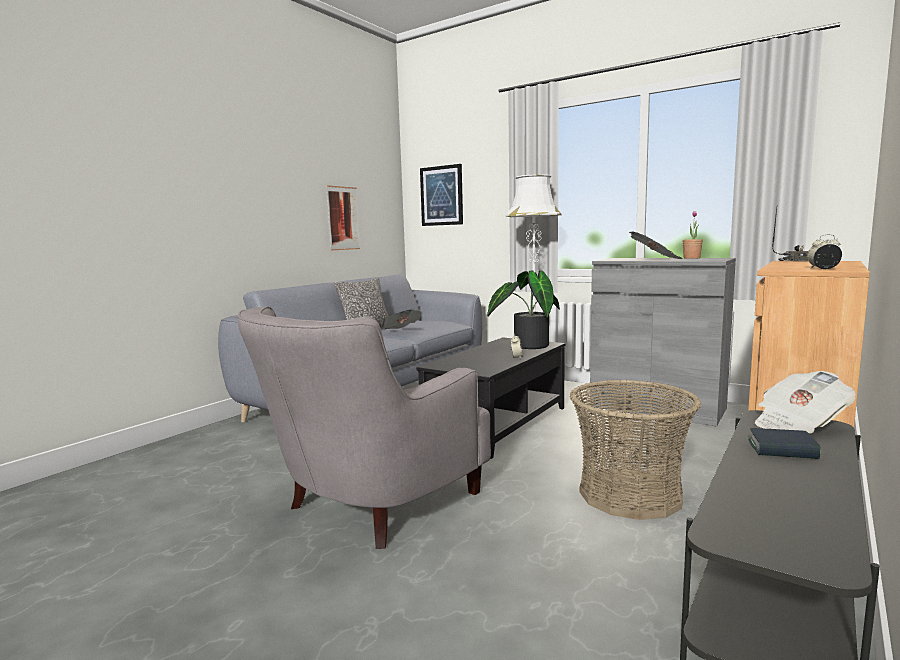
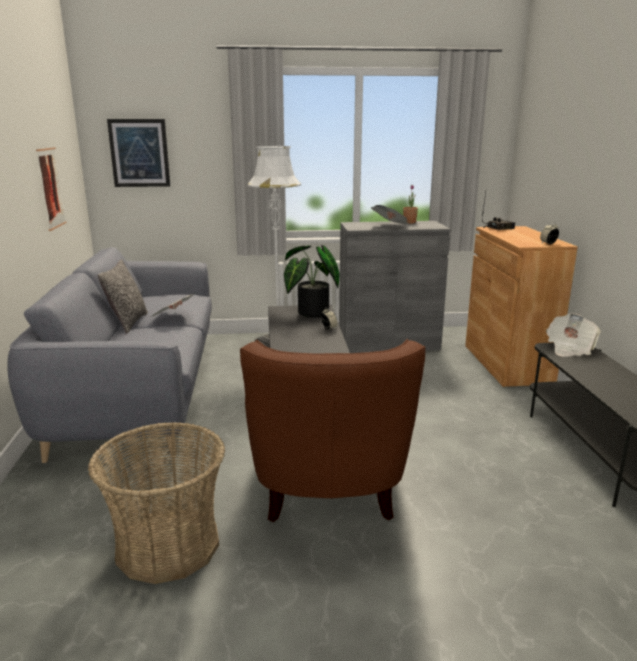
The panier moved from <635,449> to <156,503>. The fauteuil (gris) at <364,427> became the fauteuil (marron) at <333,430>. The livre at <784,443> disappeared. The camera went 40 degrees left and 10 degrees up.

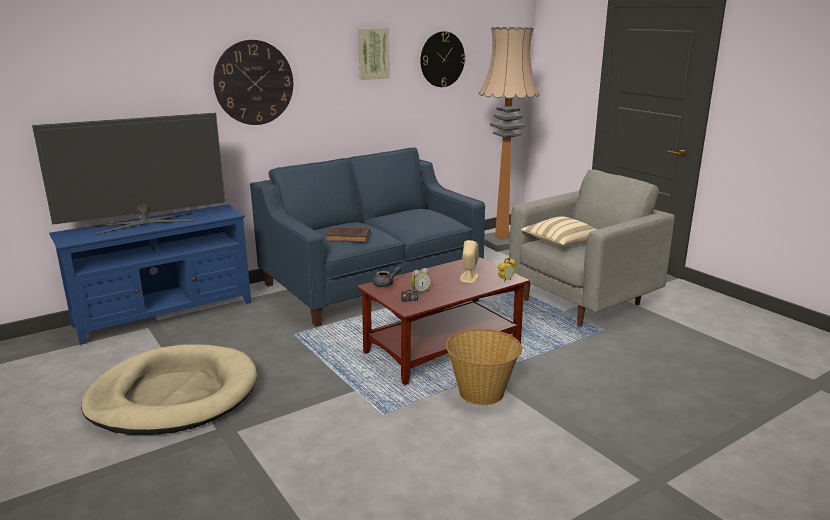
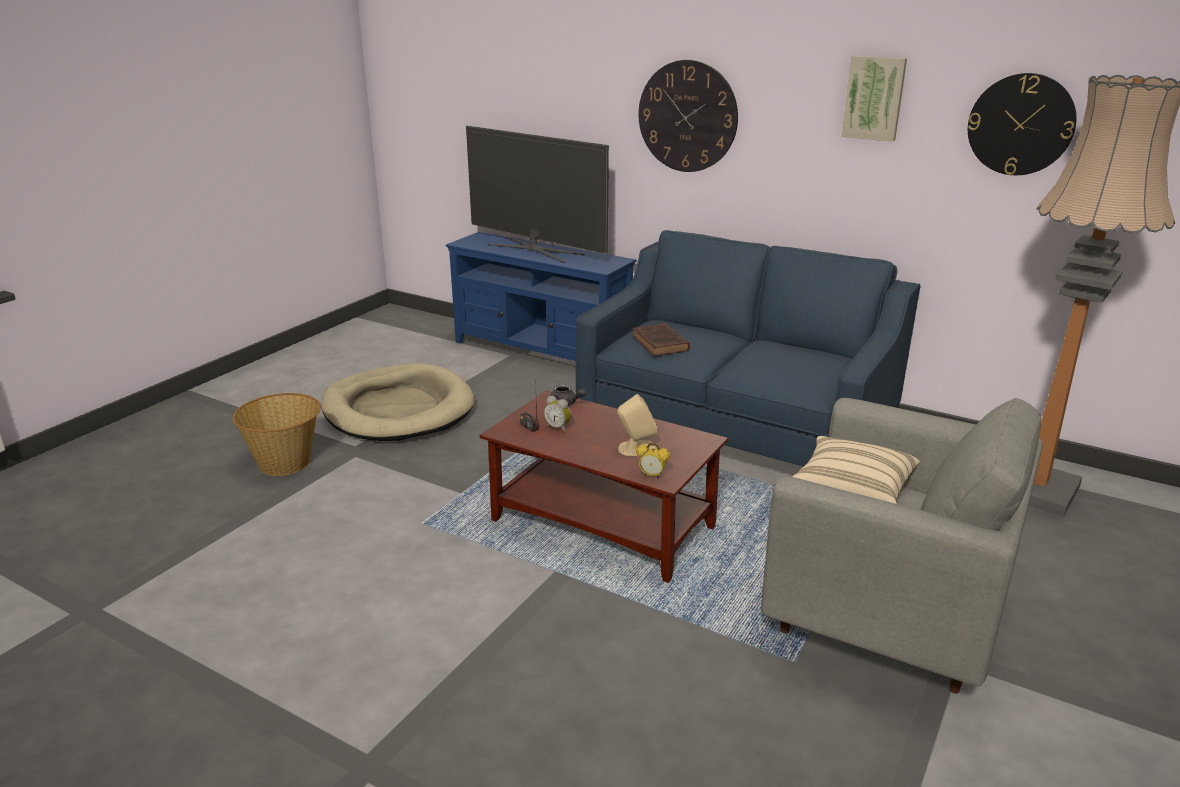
The panier moved from <484,367> to <276,434>. The camera went 65 degrees right and 5 degrees up.

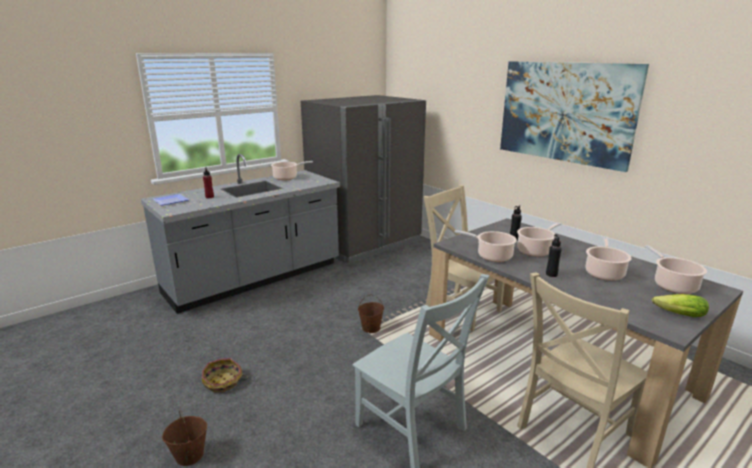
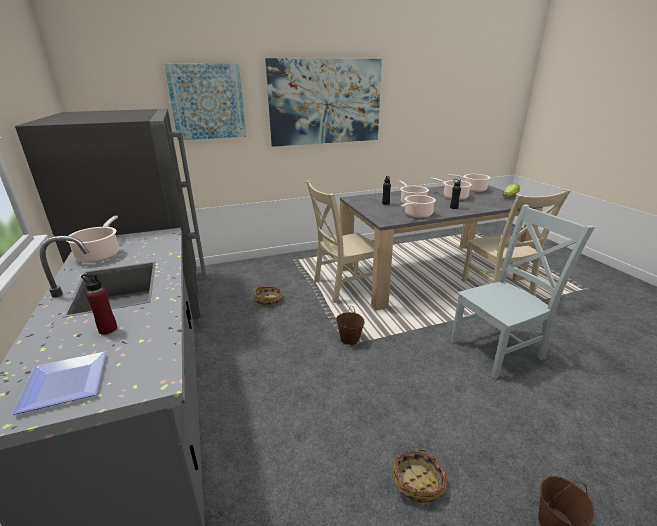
The tableau at <205,102> appeared. The panier at <268,296> appeared. The camera went 70 degrees left and 5 degrees up.

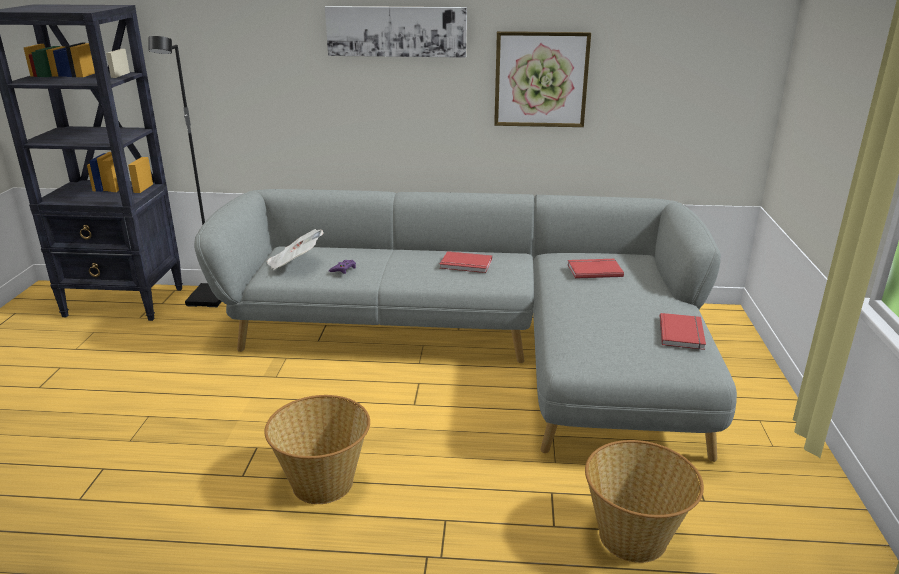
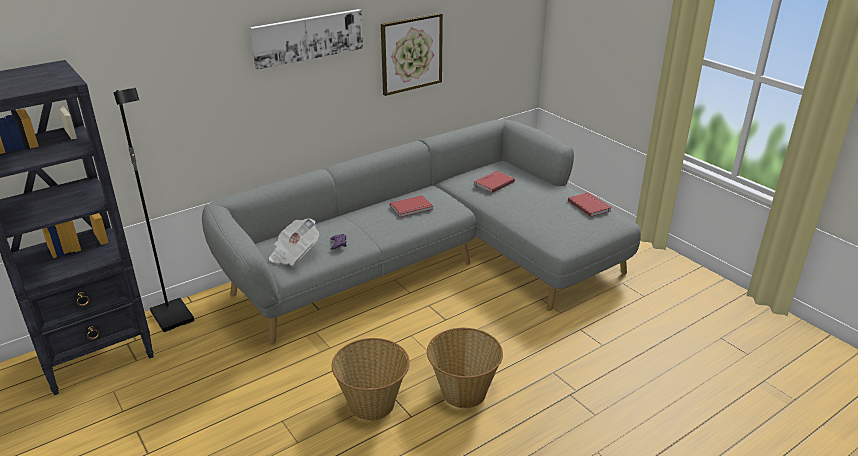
The panier moved from <644,501> to <371,379>. The camera went 40 degrees left and 5 degrees up.

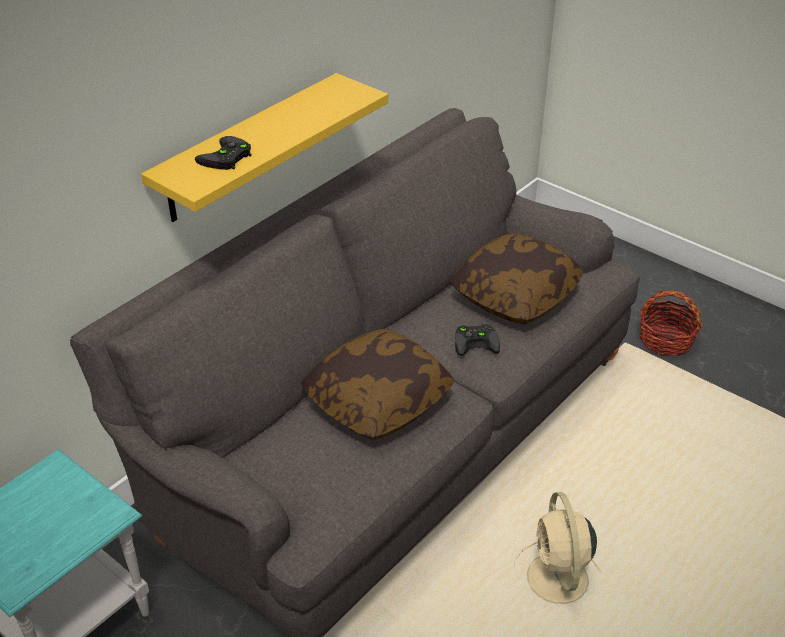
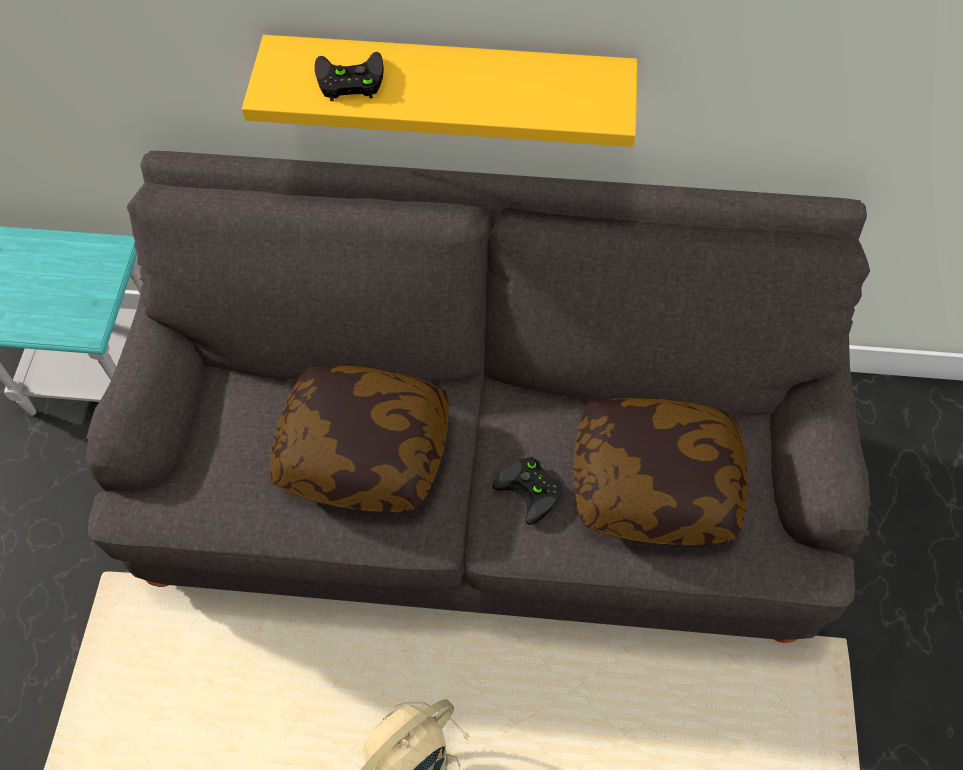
The panier at <671,323> disappeared. The camera went 55 degrees right and 20 degrees up.

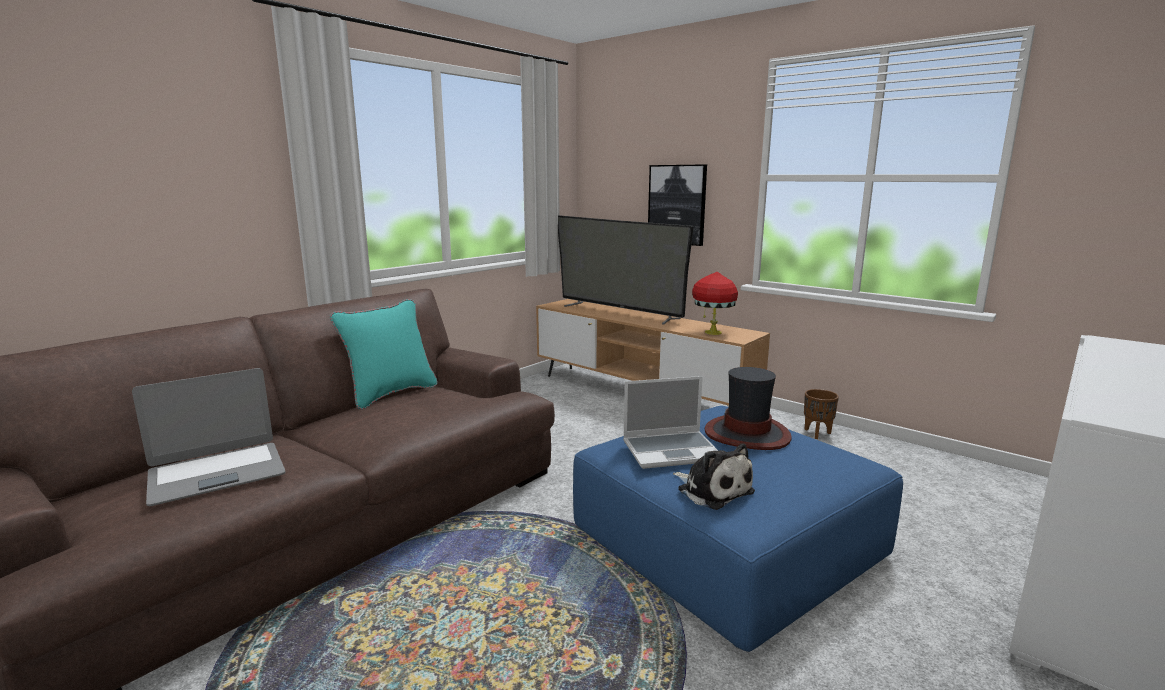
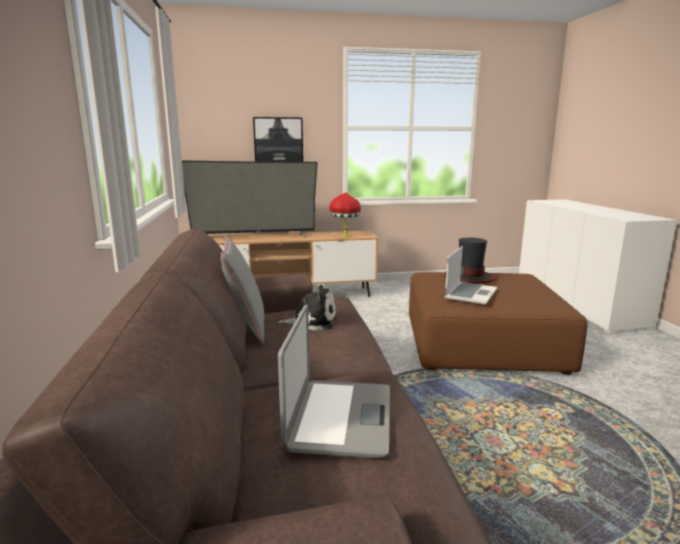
The coussin (turquoise) at <383,354> became the coussin (gris) at <242,290>. The peluche moved from <714,476> to <307,308>. The pouf (bleu) at <738,529> became the pouf (marron) at <498,323>. The cache-pot (marron) at <821,414> disappeared. The camera went 50 degrees left and 0 degrees up.

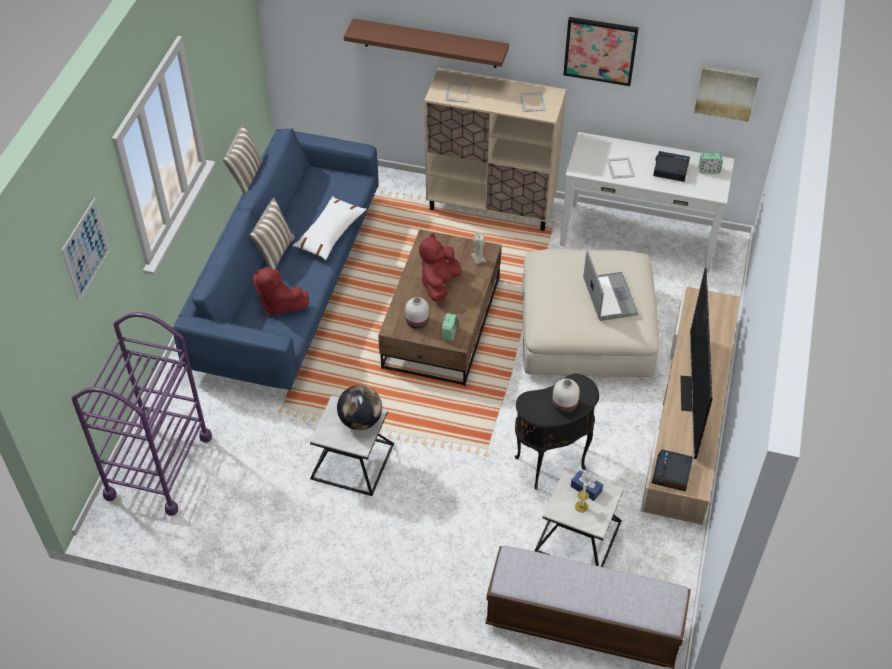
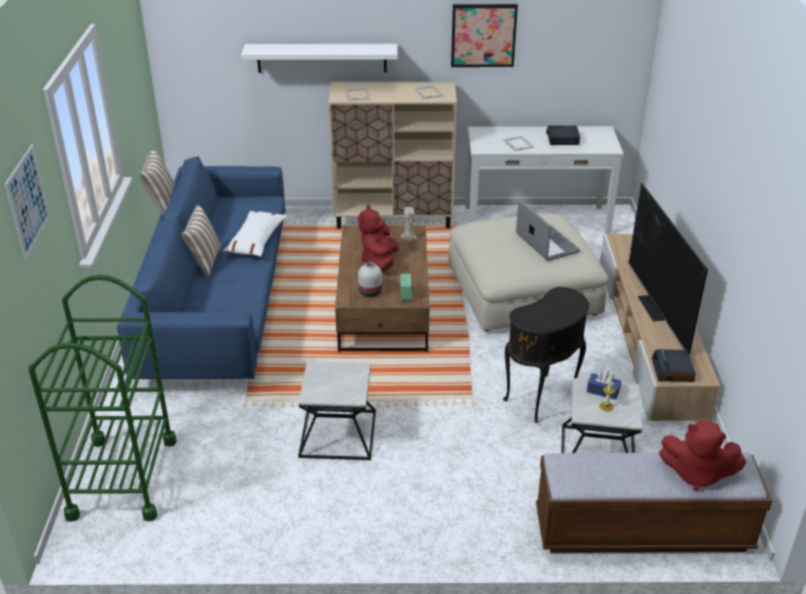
The chariot (violet) at <142,414> became the chariot (vert) at <103,398>. The étagère (marron) at <426,43> became the étagère (blanc) at <319,58>. The peluche (rouge) moved from <280,291> to <702,456>. The globe at <359,407> disappeared. The vase (blanc) at <566,396> disappeared. The tableau at <726,94> disappeared. The réveil at <711,163> disappeared. The camera went 15 degrees left and 15 degrees down.

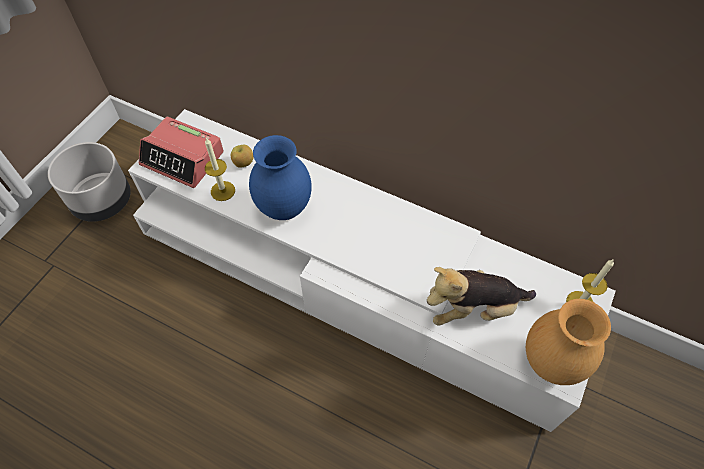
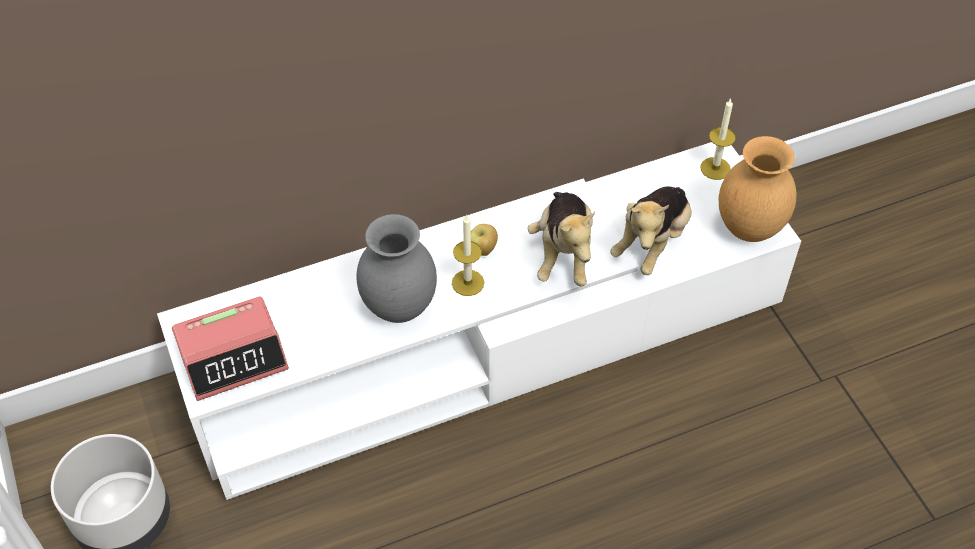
The vase (bleu) at <280,177> became the vase (gris) at <396,268>. The bougie moved from <220,169> to <468,255>. The pomme moved from <242,156> to <484,240>. The peluche at <561,239> appeared. The camera went 50 degrees left and 5 degrees down.

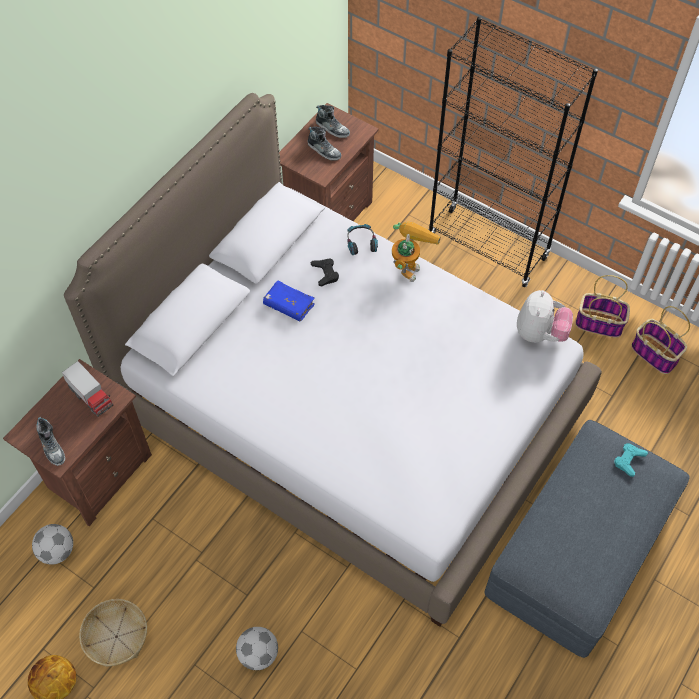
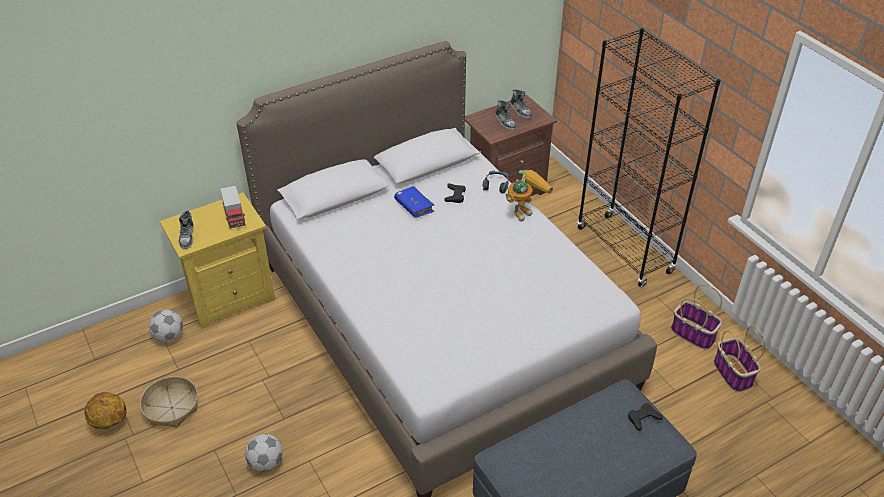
The table de chevet (marron) at <77,442> became the table de chevet (jaune) at <217,260>. The manette (turquoise) at <631,460> became the manette (noir) at <645,417>. The peluche at <545,316> disappeared. The camera went 25 degrees right and 15 degrees down.

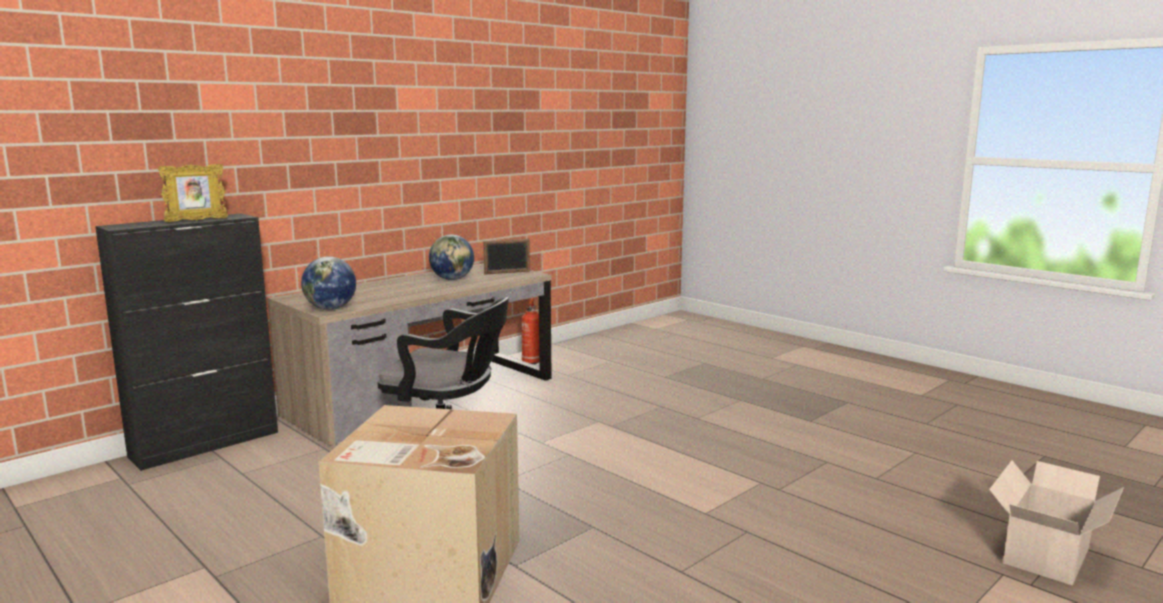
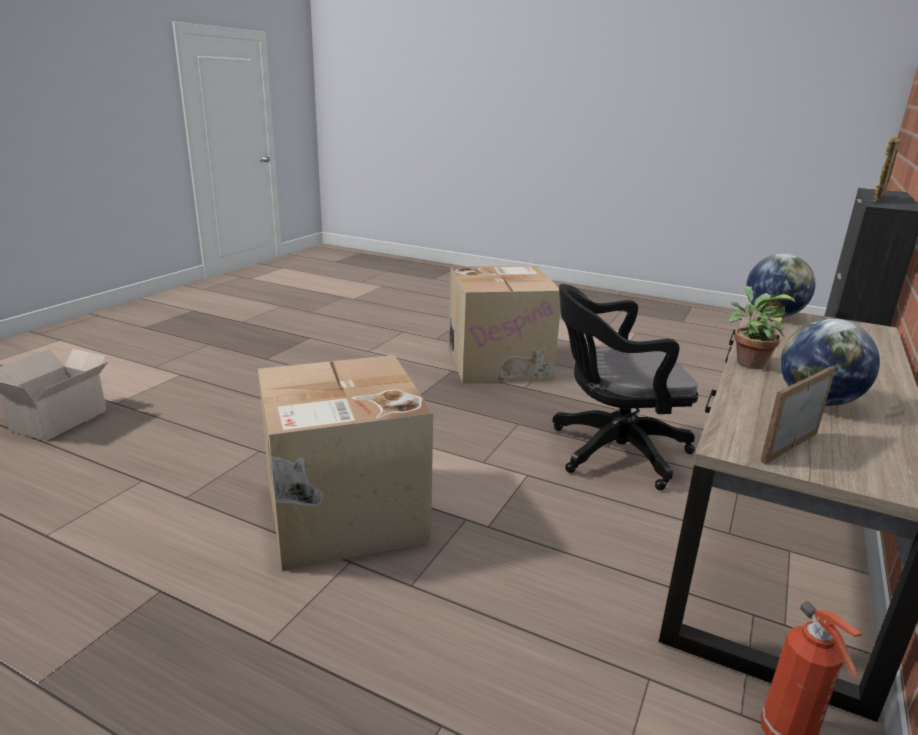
The carton at <345,463> appeared. The plante en pot at <761,327> appeared. The camera went 160 degrees right and 10 degrees up.

